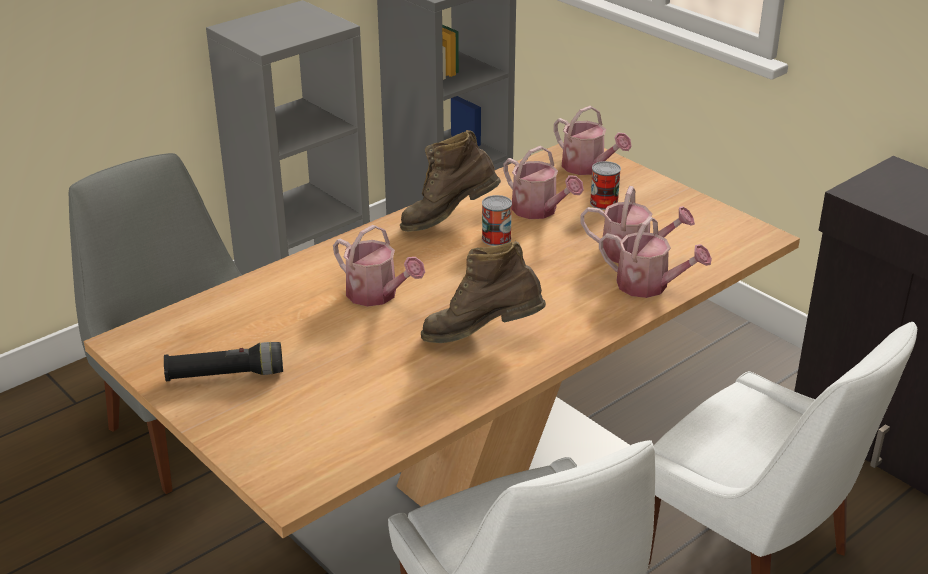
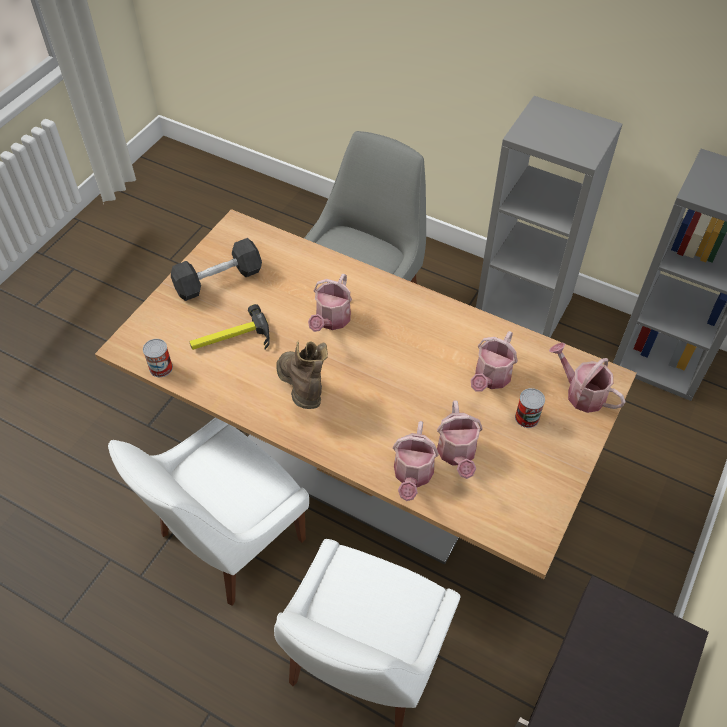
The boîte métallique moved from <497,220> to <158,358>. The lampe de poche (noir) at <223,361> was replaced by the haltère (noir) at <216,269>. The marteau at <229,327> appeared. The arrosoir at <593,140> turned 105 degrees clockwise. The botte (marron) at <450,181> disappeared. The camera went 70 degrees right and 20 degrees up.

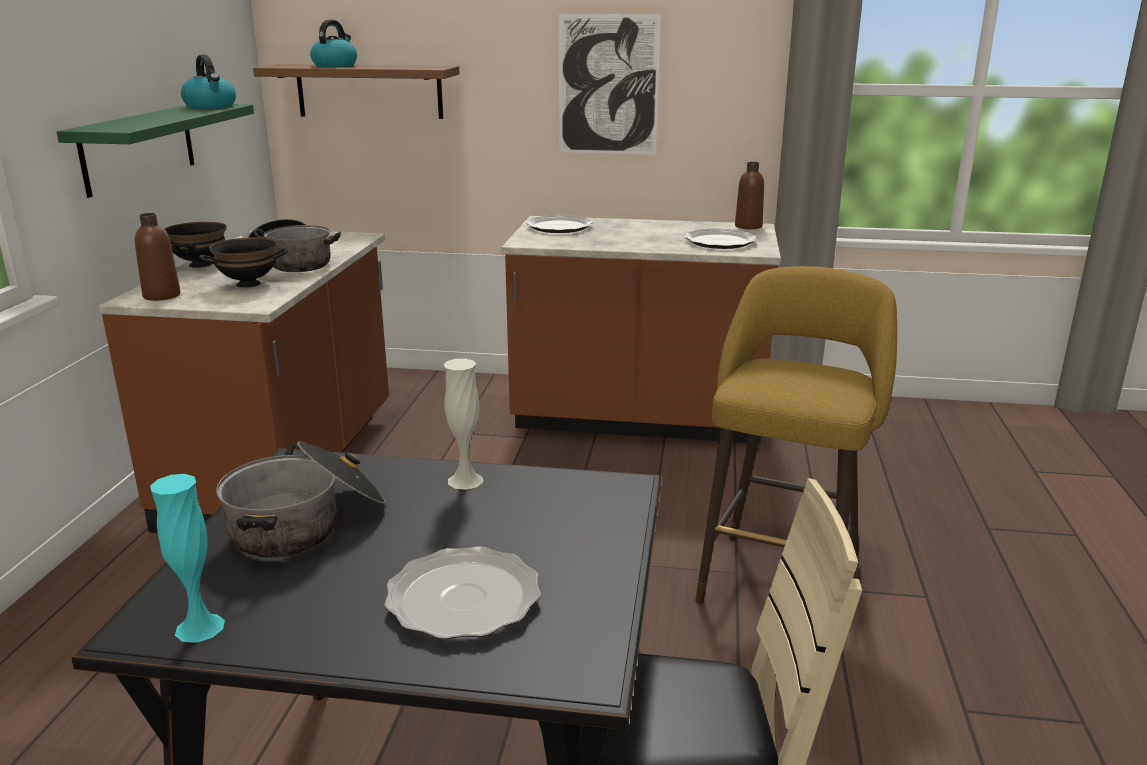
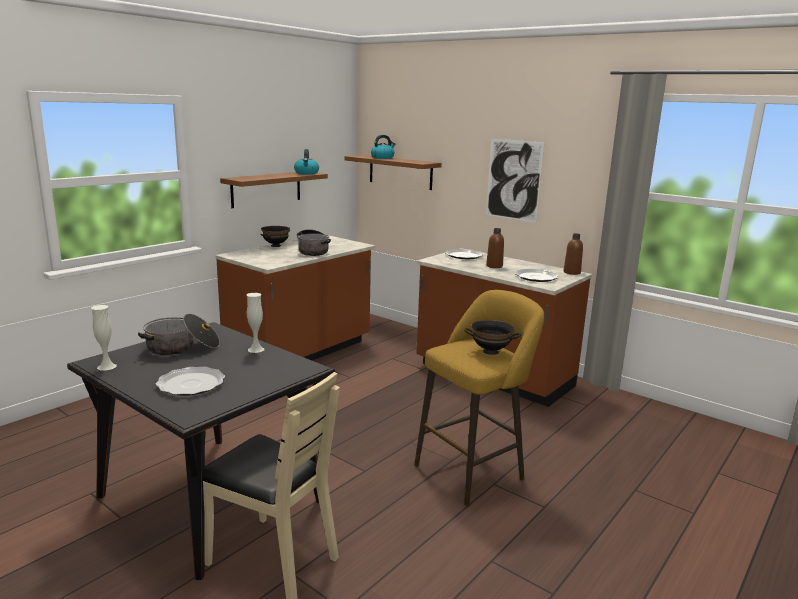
The vase (turquoise) at <187,558> became the vase (blanc) at <104,337>. The étagère (vert) at <155,151> became the étagère (marron) at <274,190>. The bol (noir) moved from <243,263> to <492,337>. The bouteille (marron) moved from <158,257> to <495,248>. The camera went 30 degrees right and 5 degrees down.

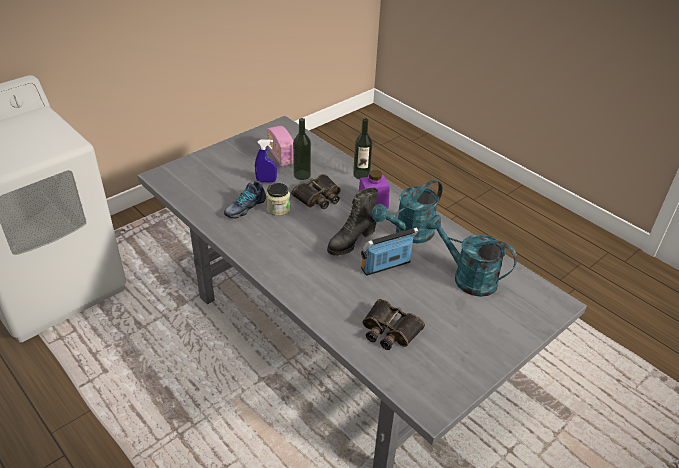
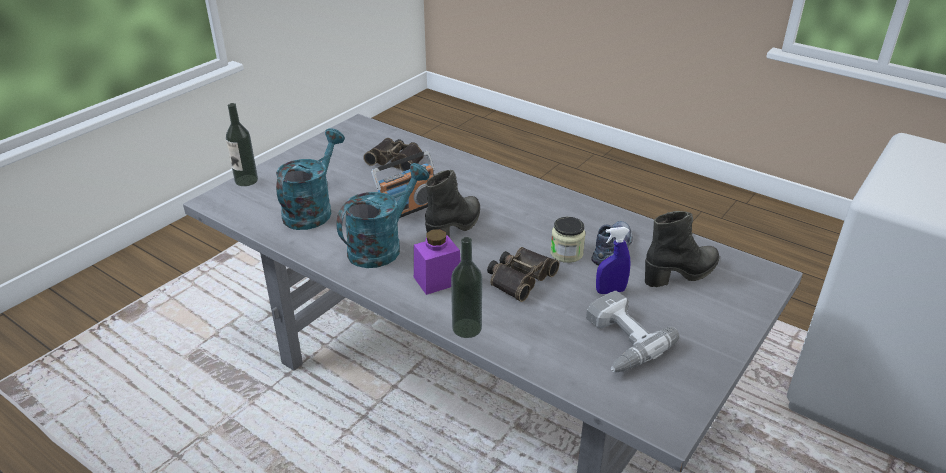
The bouteille moved from <302,149> to <242,144>. The arrosoir (turquoise) at <471,256> turned 90 degrees counterclockwise. The radio at <280,146> was replaced by the perceuse at <632,331>. The botte (noir) at <682,249> appeared. The camera went 170 degrees right and 5 degrees down.

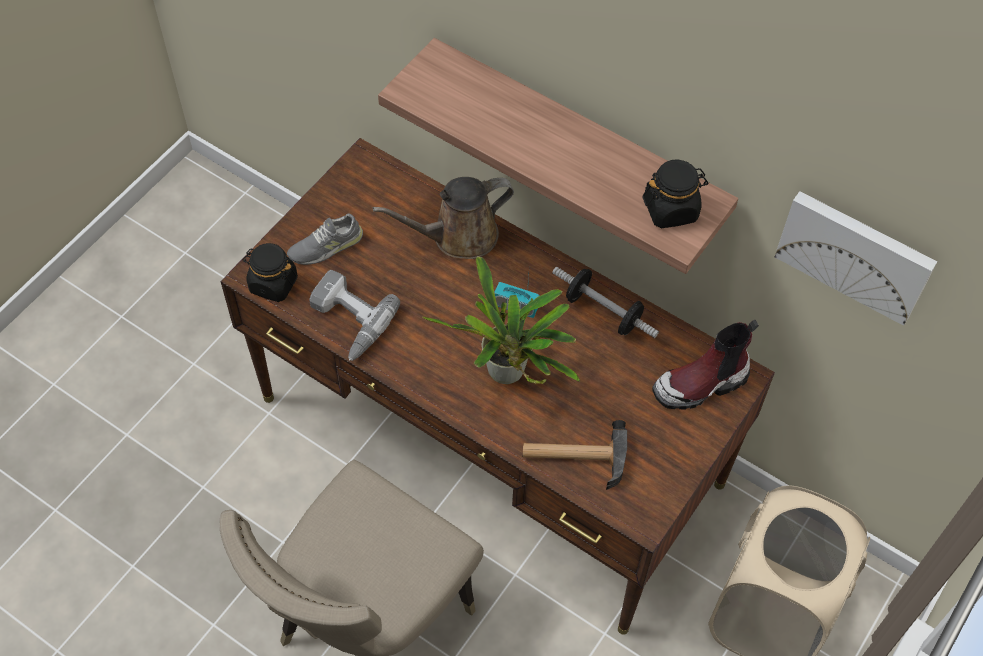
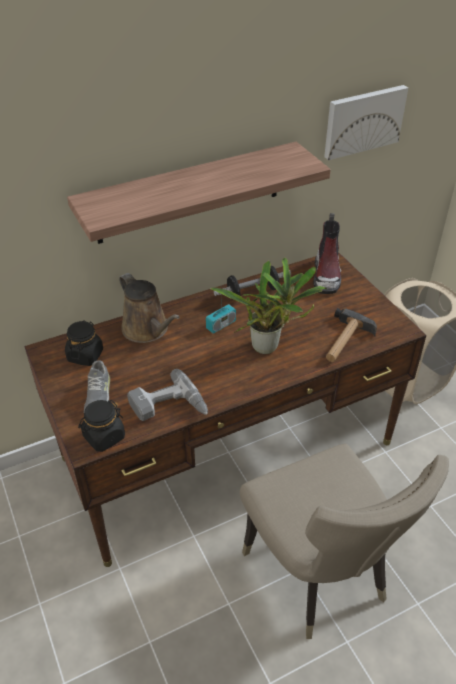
The bocal (noir) moved from <675,193> to <84,343>. The arrosoir (marron) at <443,218> turned 45 degrees counterclockwise. The camera went 60 degrees left and 15 degrees down.

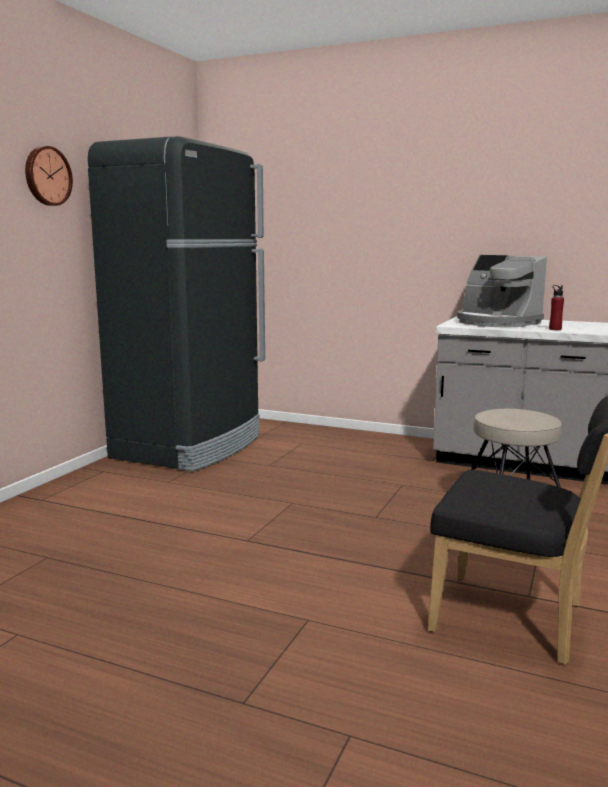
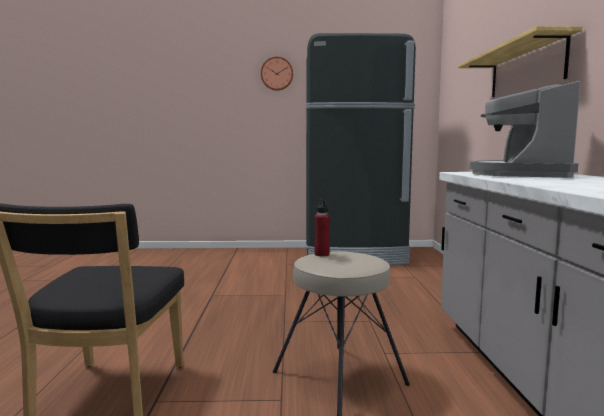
The bouteille (rouge) moved from <556,307> to <322,227>. The étagère at <520,61> appeared. The camera went 65 degrees right and 5 degrees down.

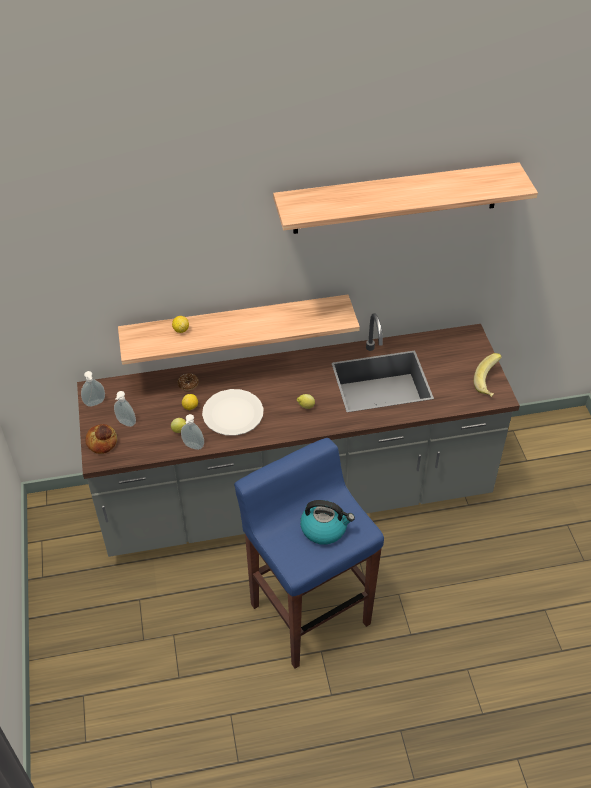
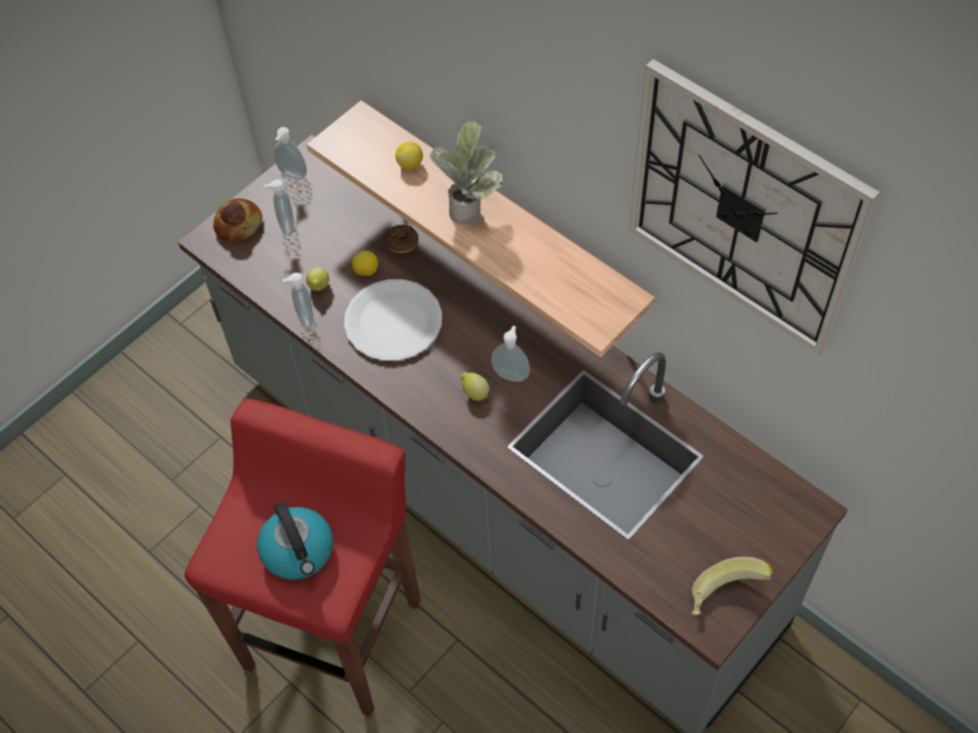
The tabouret (bleu) at <309,553> became the tabouret (rouge) at <303,558>. The plante en pot at <466,173> appeared. The distributeur de savon at <510,354> appeared. The étagère at <405,198> was replaced by the horloge murale at <754,207>. The camera went 55 degrees right and 10 degrees up.

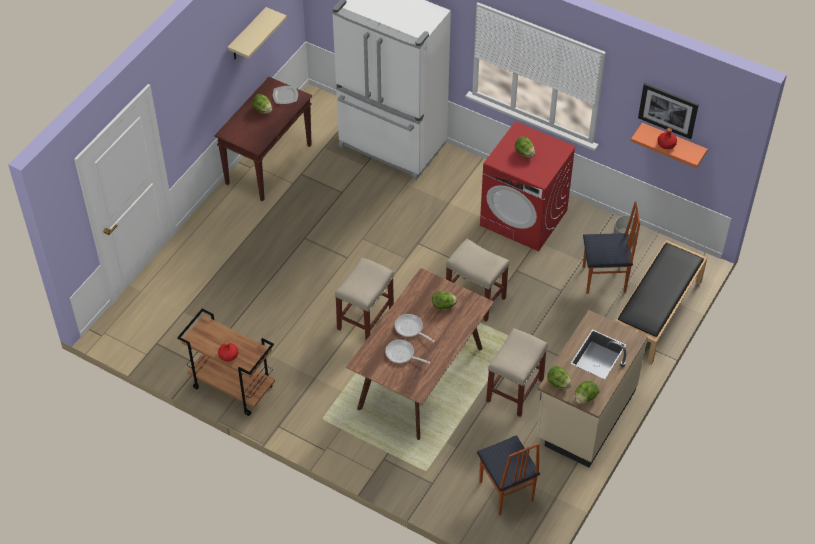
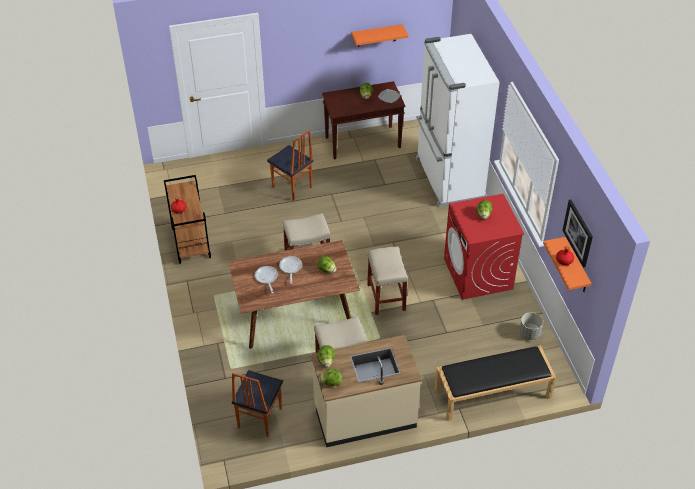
The chaise moved from <611,247> to <290,165>. The étagère (beige) at <257,33> became the étagère (orange) at <379,35>. The camera went 45 degrees right and 5 degrees down.

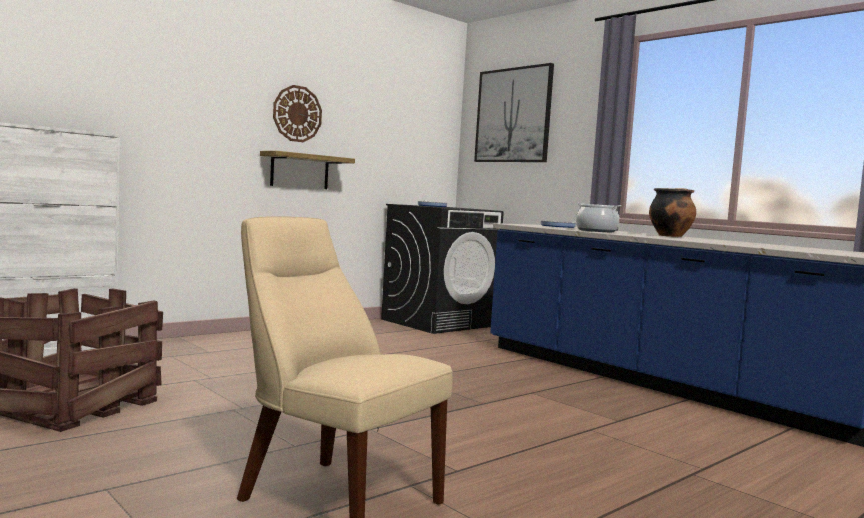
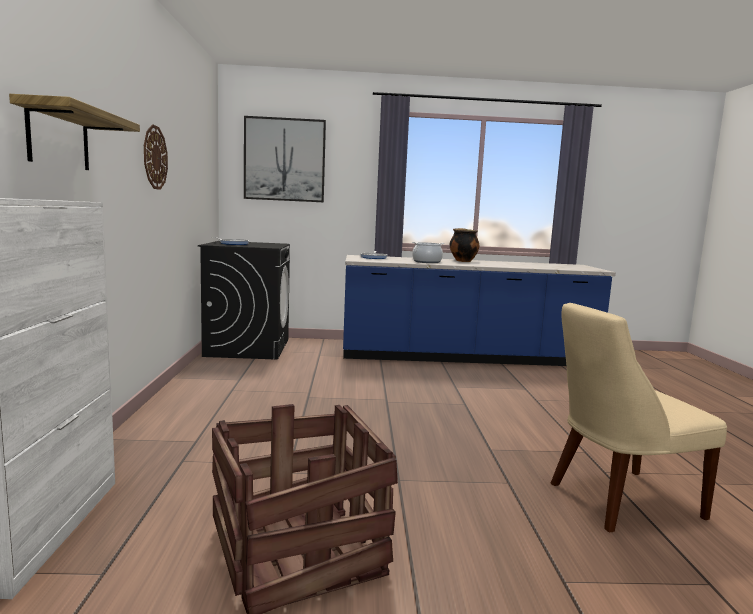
The étagère moved from <307,170> to <74,132>. The camera went 50 degrees left and 5 degrees up.

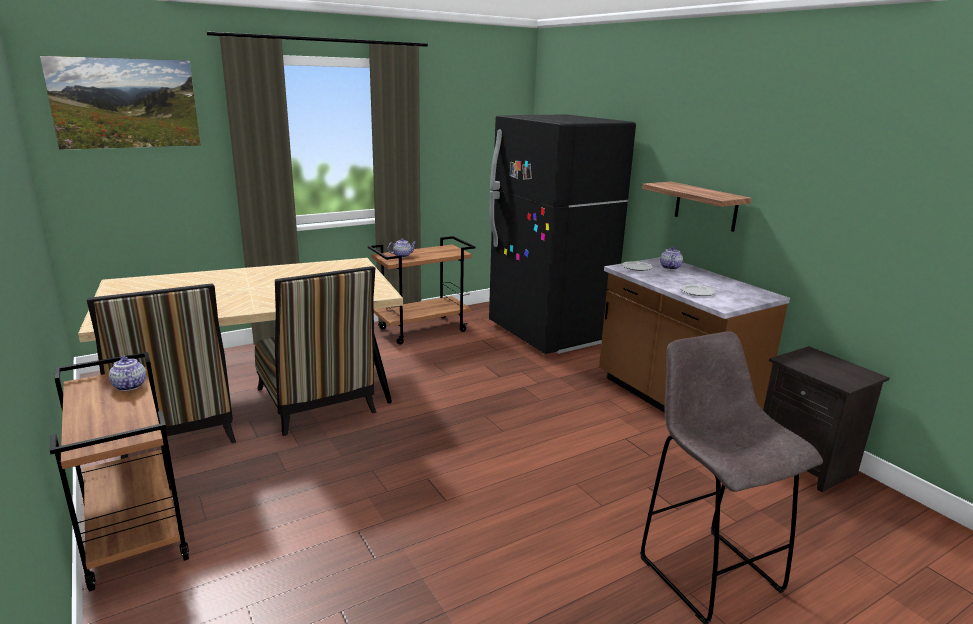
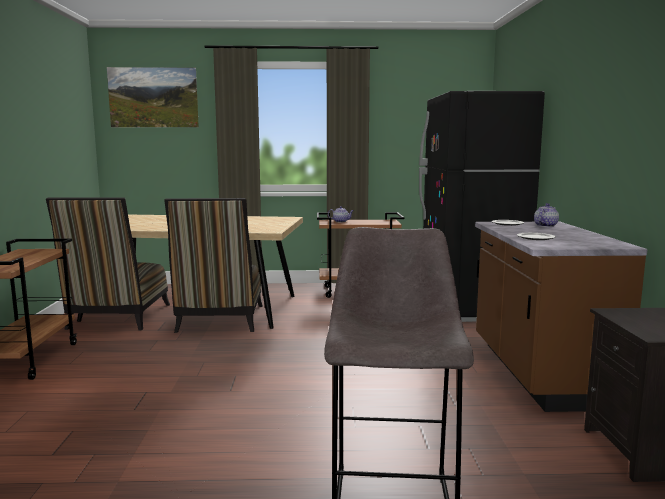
The théière at <127,373> disappeared. The étagère at <697,206> disappeared. The camera went 30 degrees right and 10 degrees down.

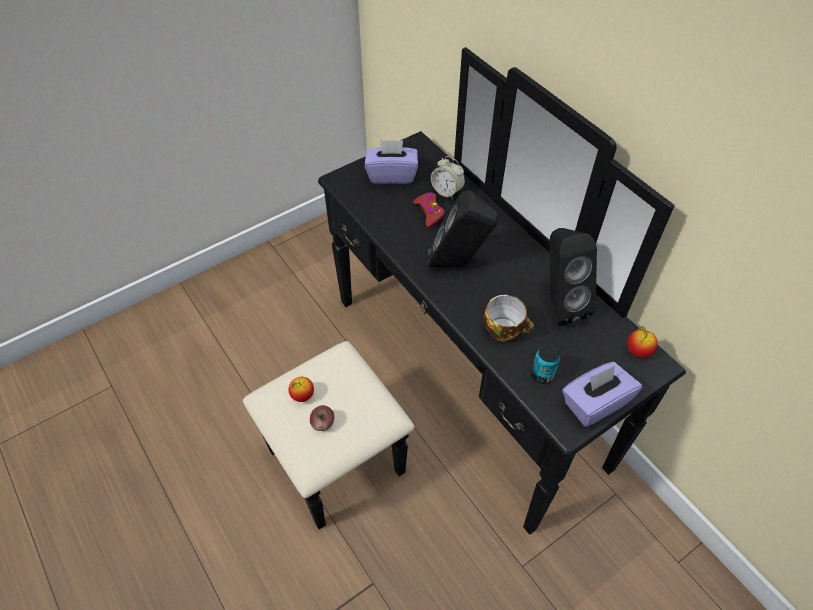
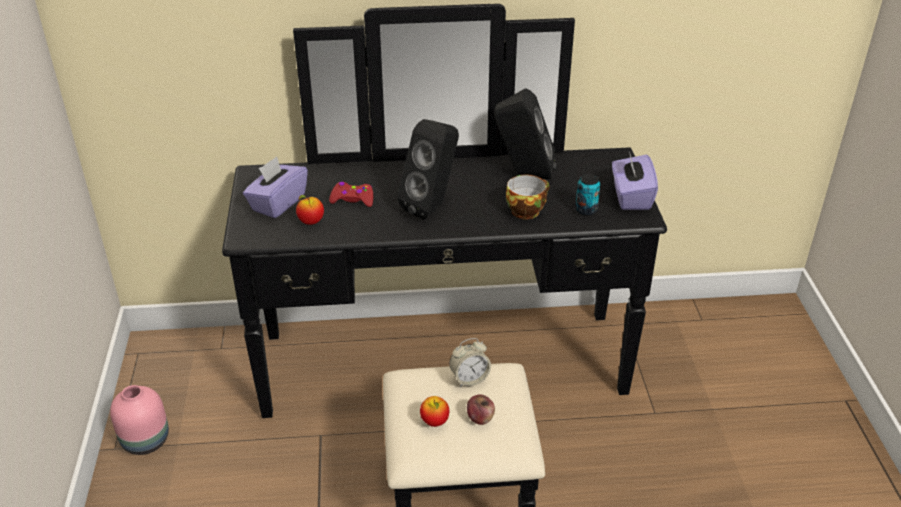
The vase (rose) at <139,420> appeared. The pomme moved from <643,342> to <310,210>. The réveil moved from <448,177> to <470,362>. The camera went 60 degrees left and 15 degrees down.

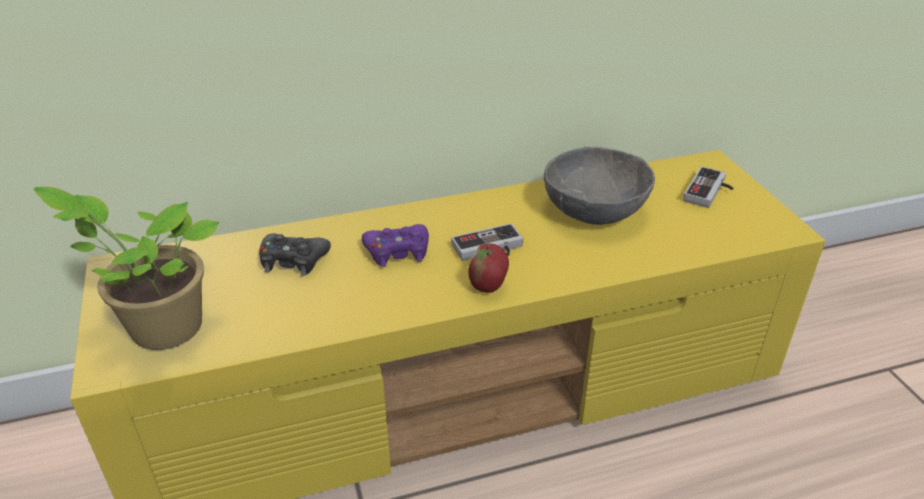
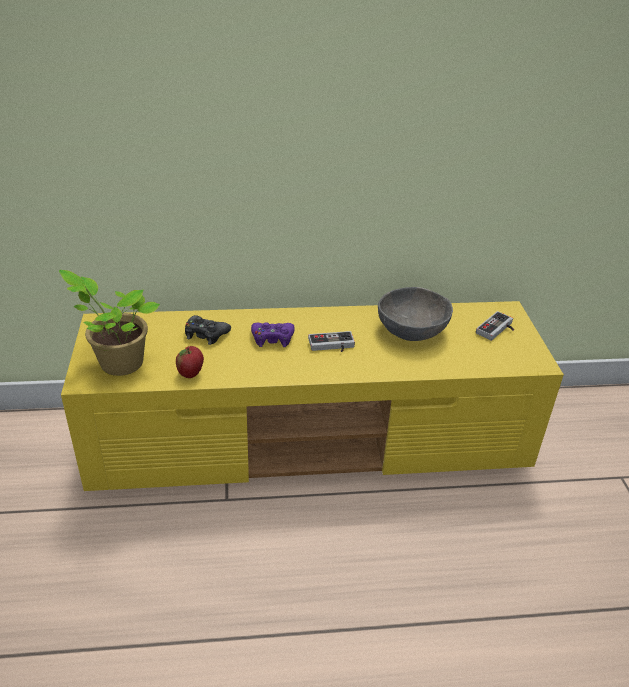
The pomme moved from <488,268> to <190,362>. The camera went 10 degrees right and 0 degrees up.

